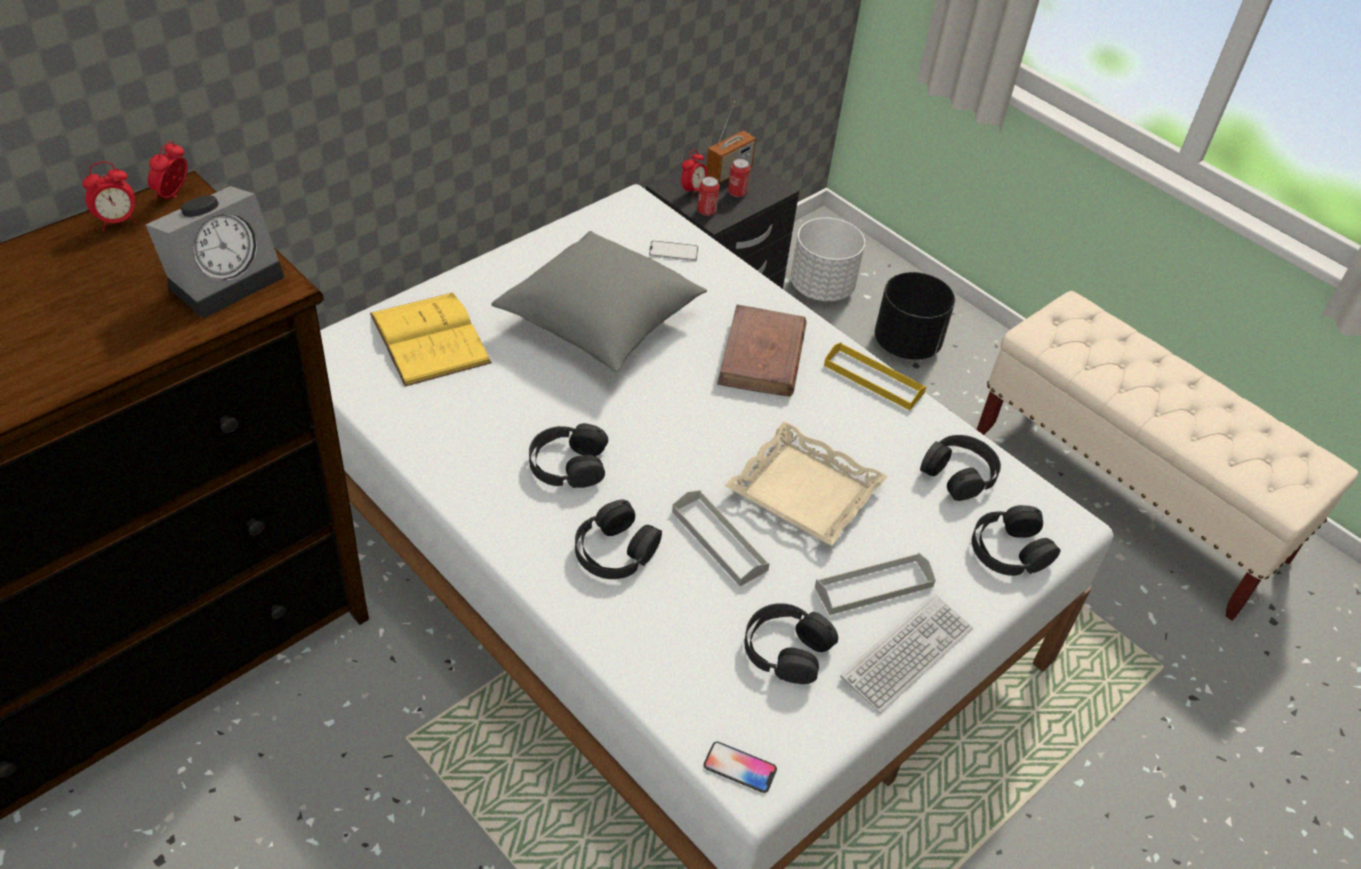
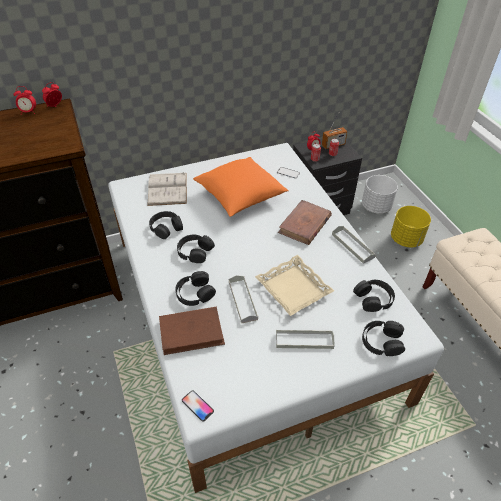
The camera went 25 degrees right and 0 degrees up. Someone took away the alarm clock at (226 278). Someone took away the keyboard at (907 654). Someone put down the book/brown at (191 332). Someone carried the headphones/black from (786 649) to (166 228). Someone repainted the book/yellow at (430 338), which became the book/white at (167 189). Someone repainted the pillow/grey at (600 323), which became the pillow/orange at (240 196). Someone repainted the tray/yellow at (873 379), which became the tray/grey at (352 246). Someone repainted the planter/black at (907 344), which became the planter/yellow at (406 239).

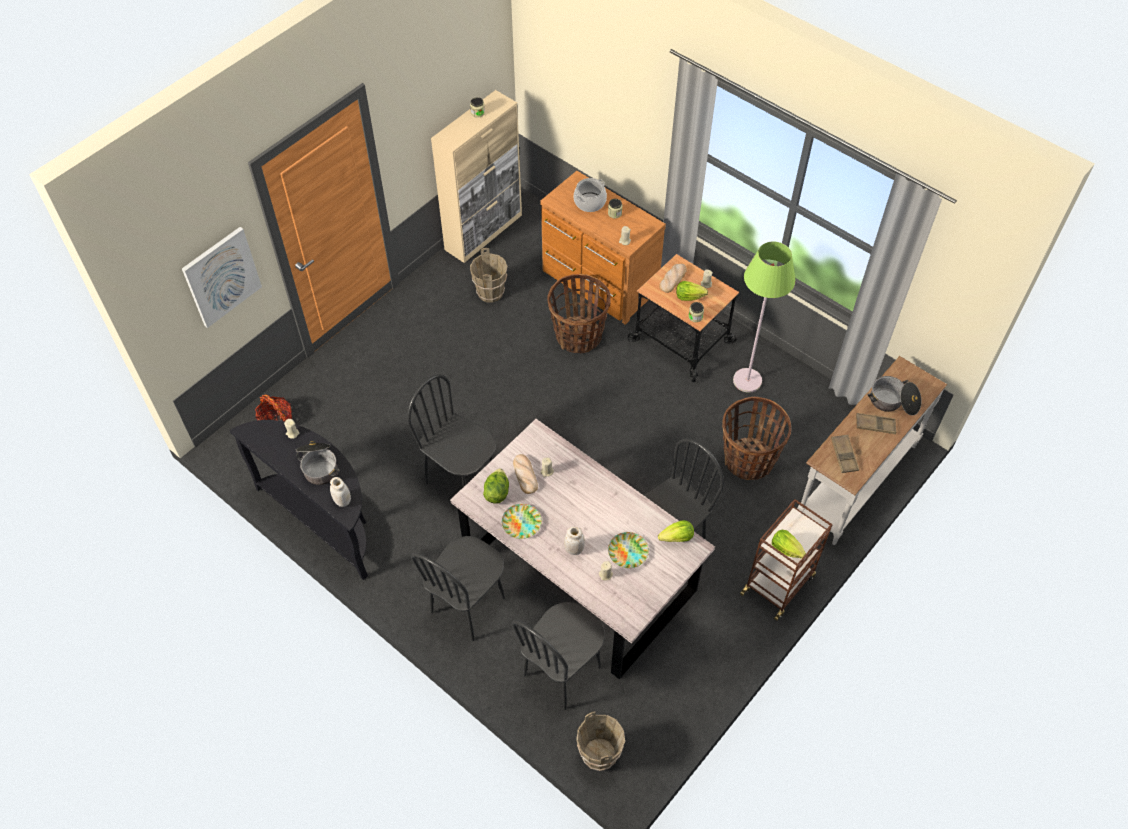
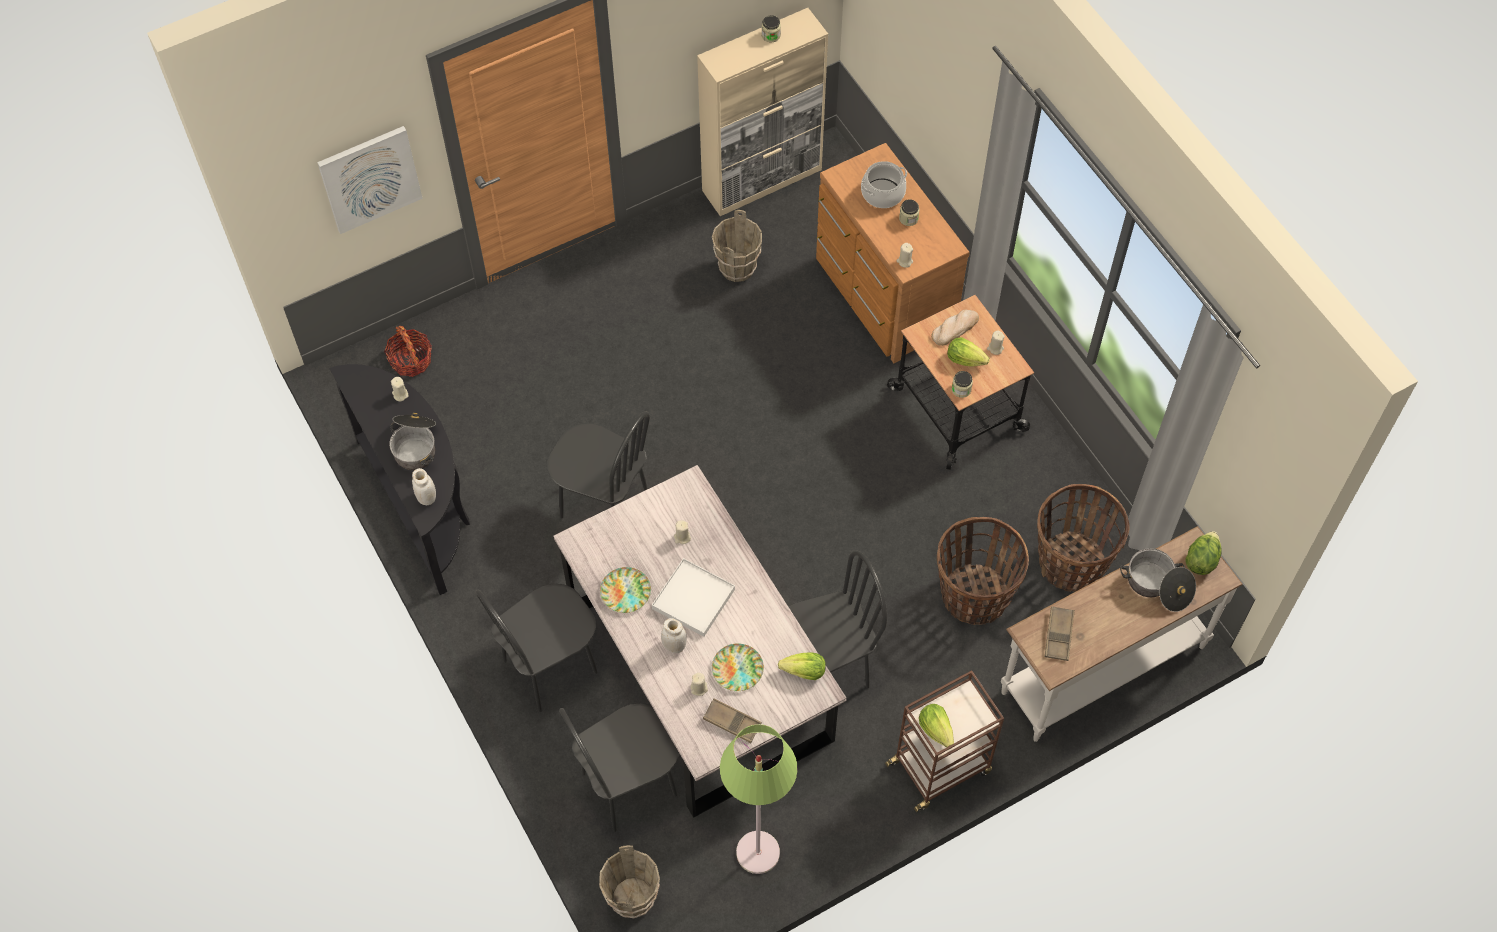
The camera went 20 degrees right and 5 degrees up. Someone took away the bread at (525 475). Someone put down the tray/white at (693 599). Someone carried the lettuce from (497 492) to (1201 560). Someone carried the basket from (578 336) to (1071 564). Someone carried the floor lamp/green from (747 381) to (758 853). Someone carried the tray/brown from (875 425) to (732 722). Someone rotated the chair/black at (461 479) by 150 degrees clockwise.

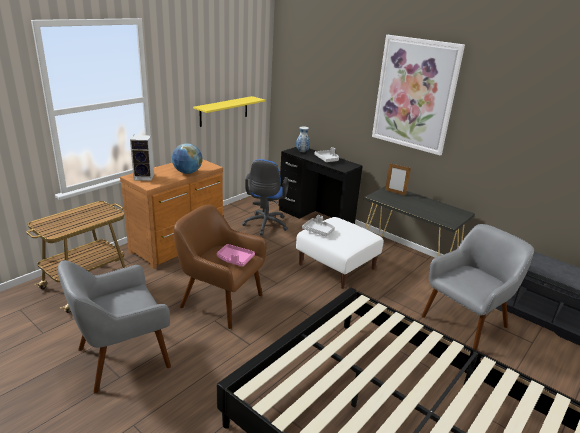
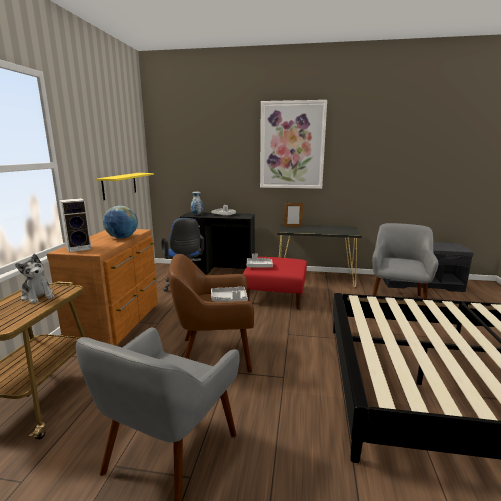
The camera went 30 degrees left and 10 degrees down. Someone put down the plush toy at (38 296). Someone repainted the tray/pink at (235 259), which became the tray/grey at (229 300). Someone repainted the ottoman/white at (337 266), which became the ottoman/red at (276 296).

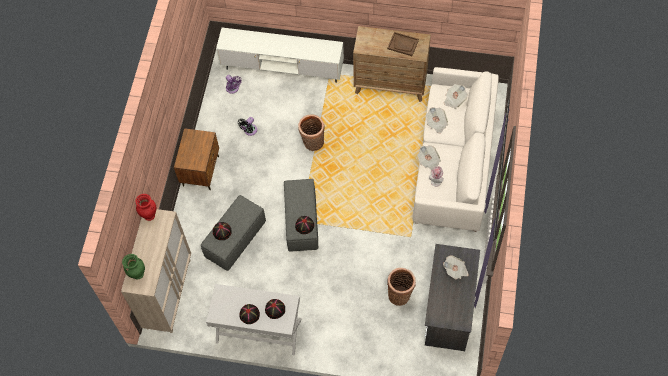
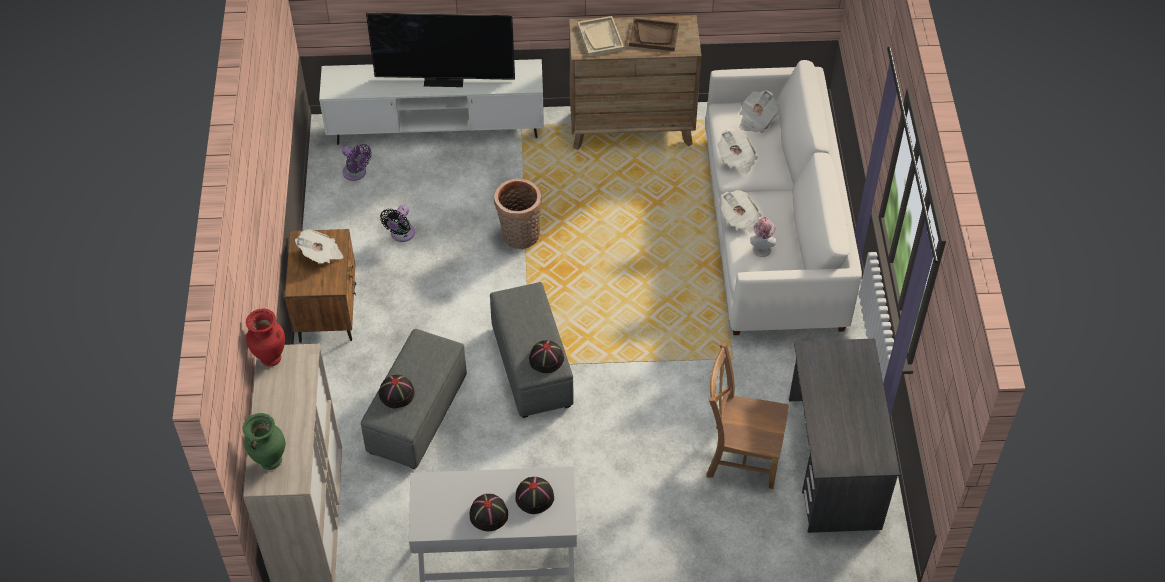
The camera went 15 degrees left and 10 degrees down. Someone put down the television at (444 79). Someone put down the tray/beige at (600 37). Someone carried the newspaper from (455 270) to (321 254). Someone swapped the basket at (400 294) for the chair/brown at (740 456).

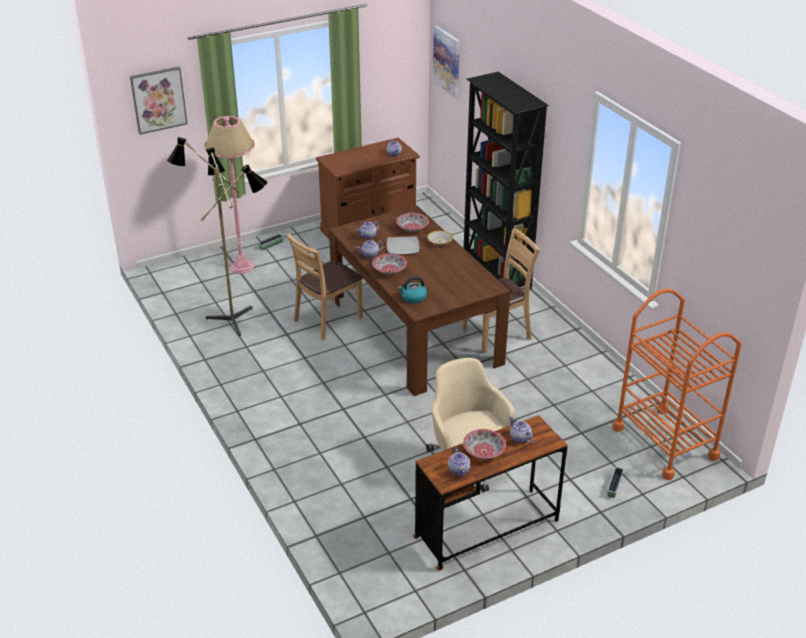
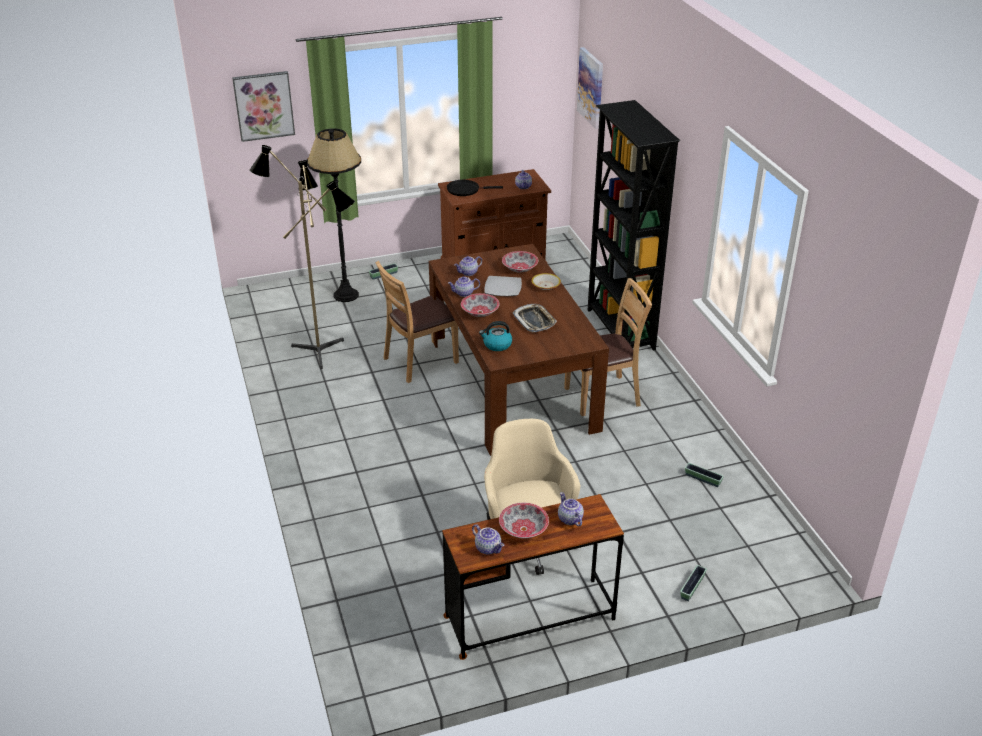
The camera went 10 degrees right and 0 degrees up. Someone took away the cart/orange at (665 442). Someone put down the frying pan/black at (465 190). Someone put down the tray at (534 321). Someone put down the planter at (702 479). Someone repainted the floor lamp/pink at (242 267), which became the floor lamp/black at (346 295). Someone rotated the teapot at (459 470) by 45 degrees counterclockwise.

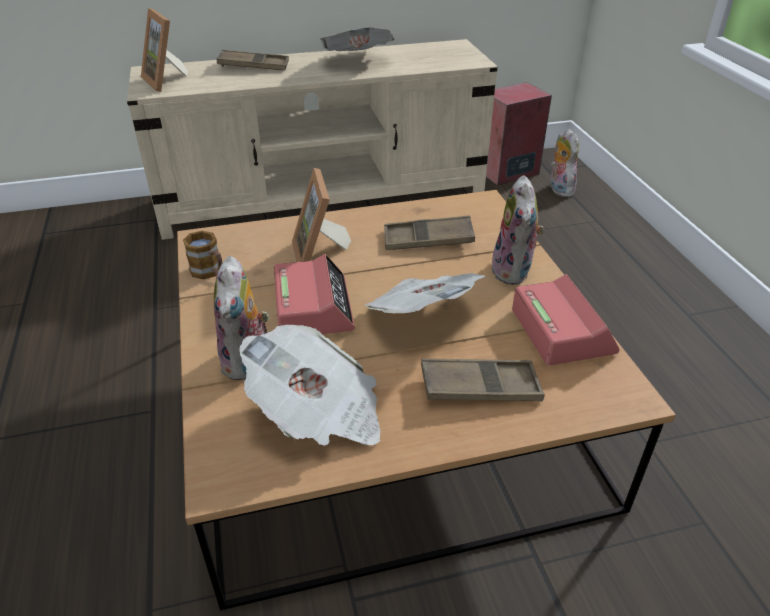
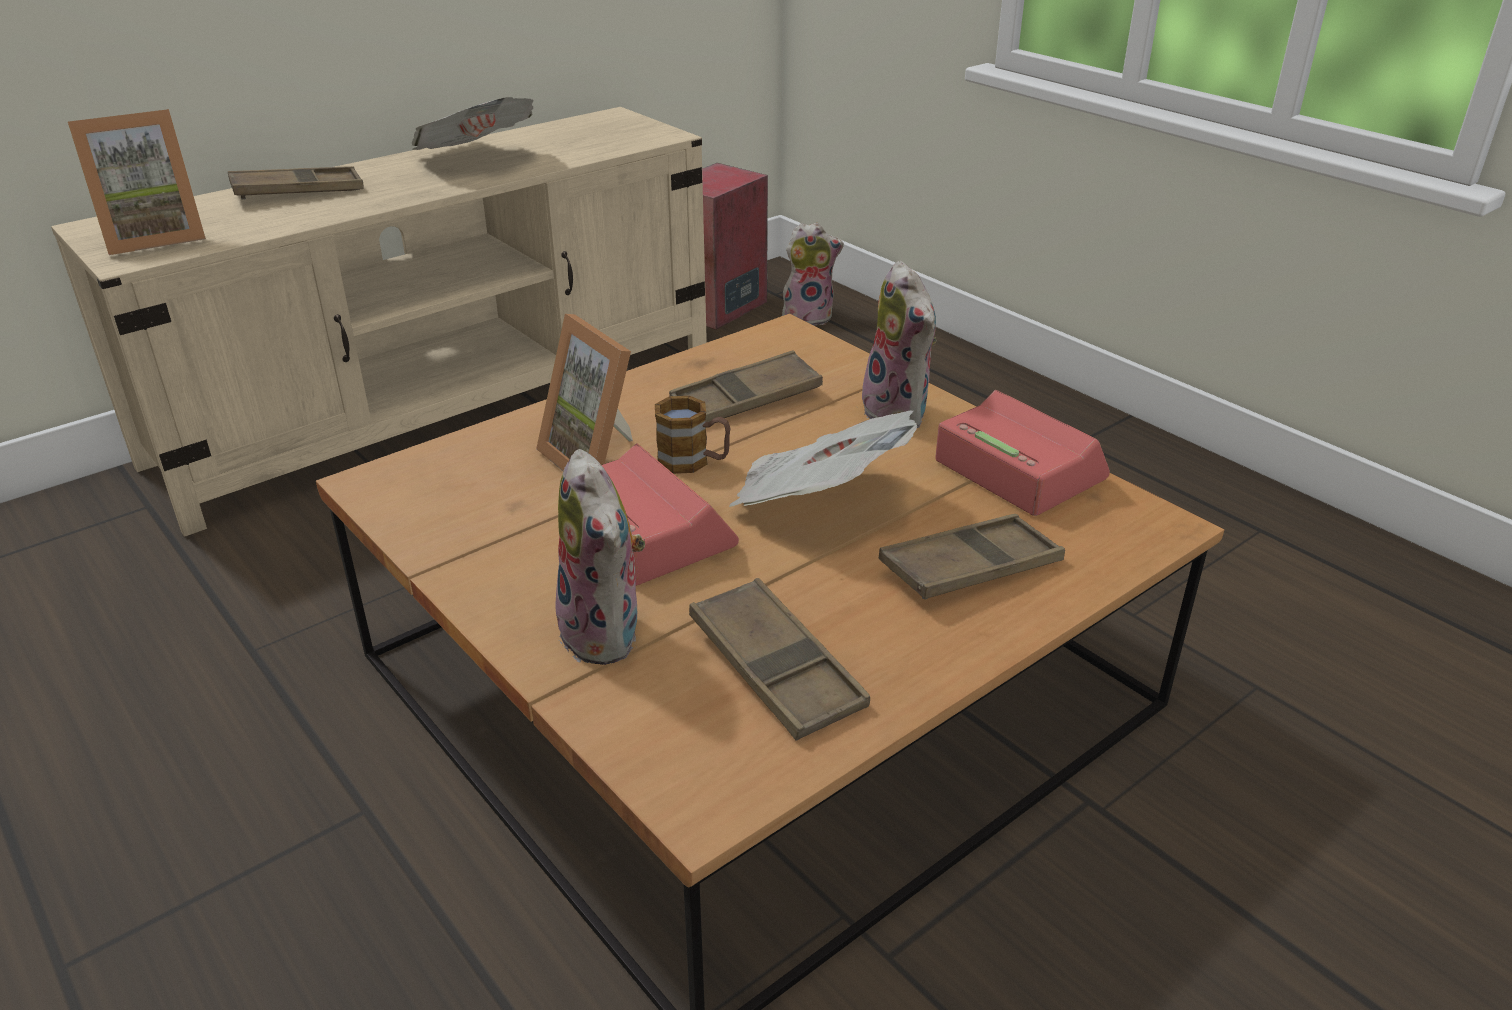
The camera went 25 degrees left and 5 degrees down. Someone carried the mug from (210 272) to (693 462). Someone swapped the newspaper at (318 413) for the tray/brown at (776 668). Someone rotated the picture frame at (167 81) by 60 degrees counterclockwise. Someone rotated the plush toy at (558 189) by 120 degrees clockwise.

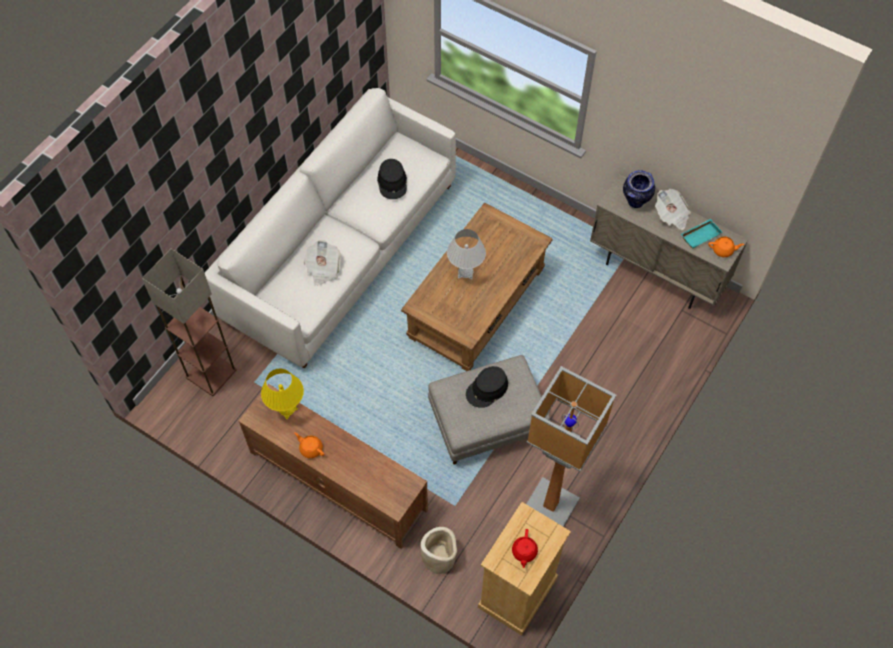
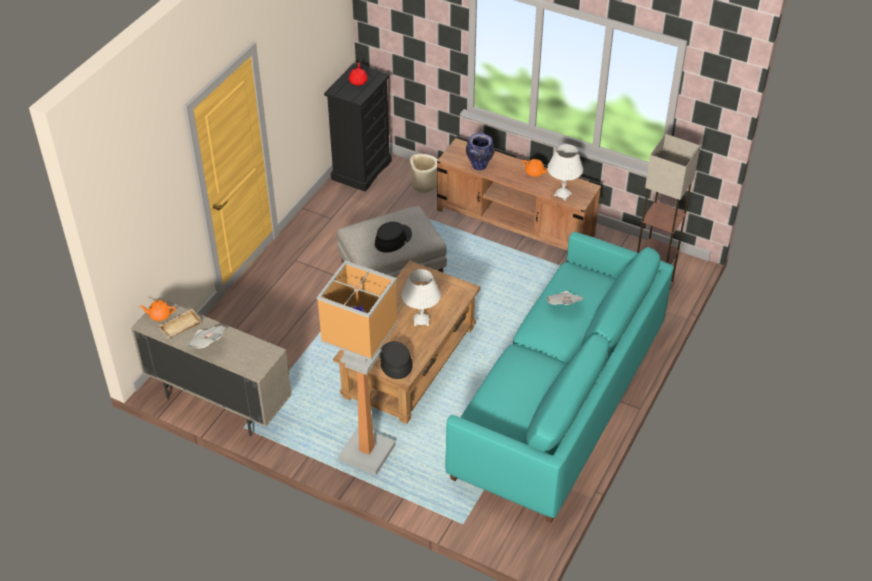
The camera went 175 degrees right and 15 degrees down. Someone carried the hat/black from (392 182) to (395 361). Someone carried the floor lamp from (551 506) to (365 453). Someone carried the vase from (635 202) to (479 165). Someone repainted the sofa/white at (341 250), which became the sofa/turquoise at (559 401). Someone repainted the table lamp/yellow at (287 409), which became the table lamp/white at (562 195). Someone repainted the dresser/beige at (517 593), which became the dresser/black at (361 170). Someone repainted the tray/turquoise at (700 235), which became the tray/beige at (180 327).

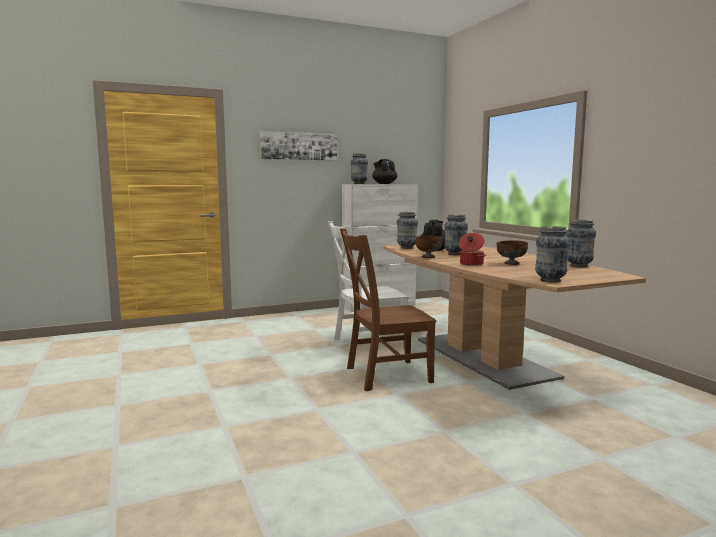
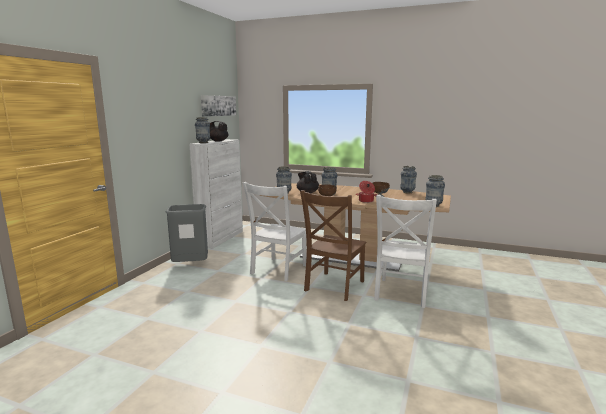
The camera went 45 degrees left and 5 degrees up. Someone put down the trash can/grey at (190 265). Someone put down the chair/white at (401 293). Someone carried the picture from (299 146) to (218 105).

